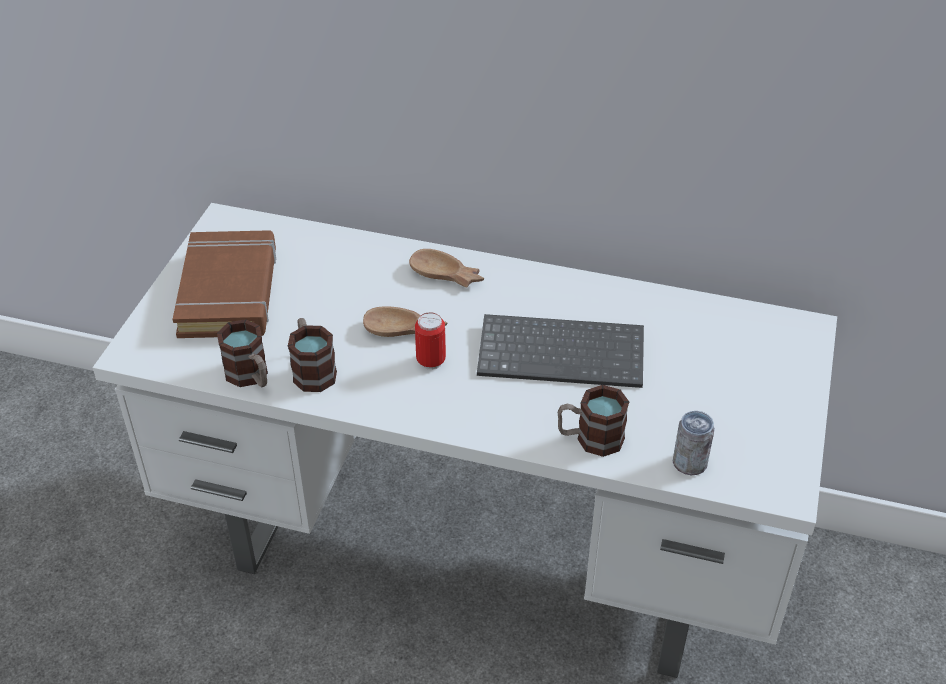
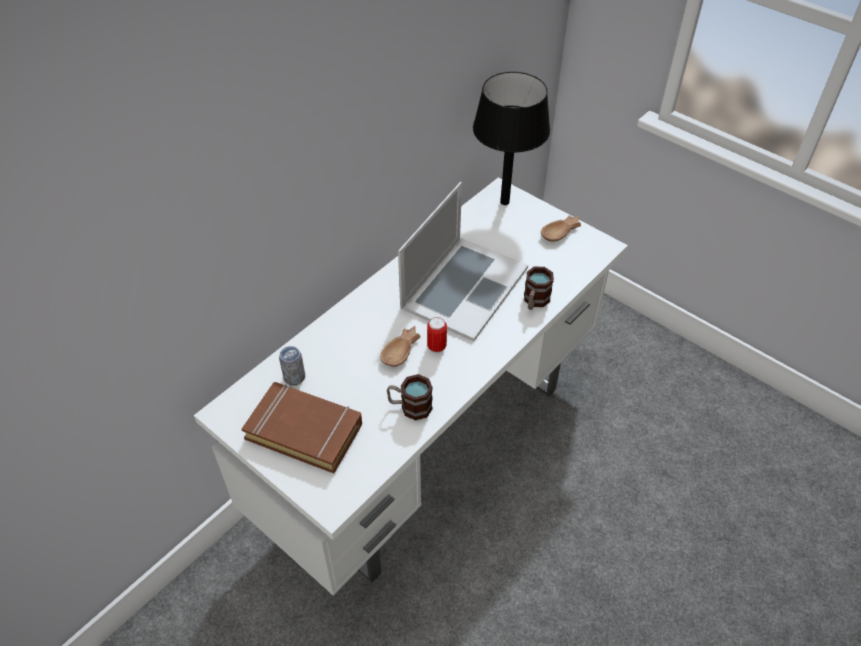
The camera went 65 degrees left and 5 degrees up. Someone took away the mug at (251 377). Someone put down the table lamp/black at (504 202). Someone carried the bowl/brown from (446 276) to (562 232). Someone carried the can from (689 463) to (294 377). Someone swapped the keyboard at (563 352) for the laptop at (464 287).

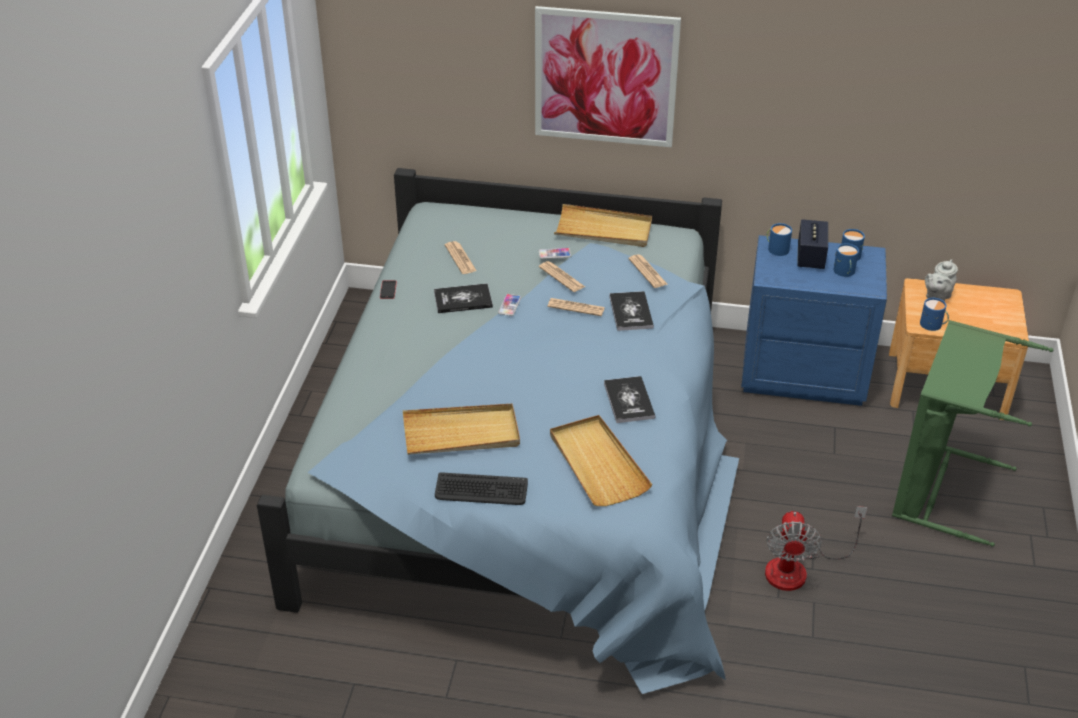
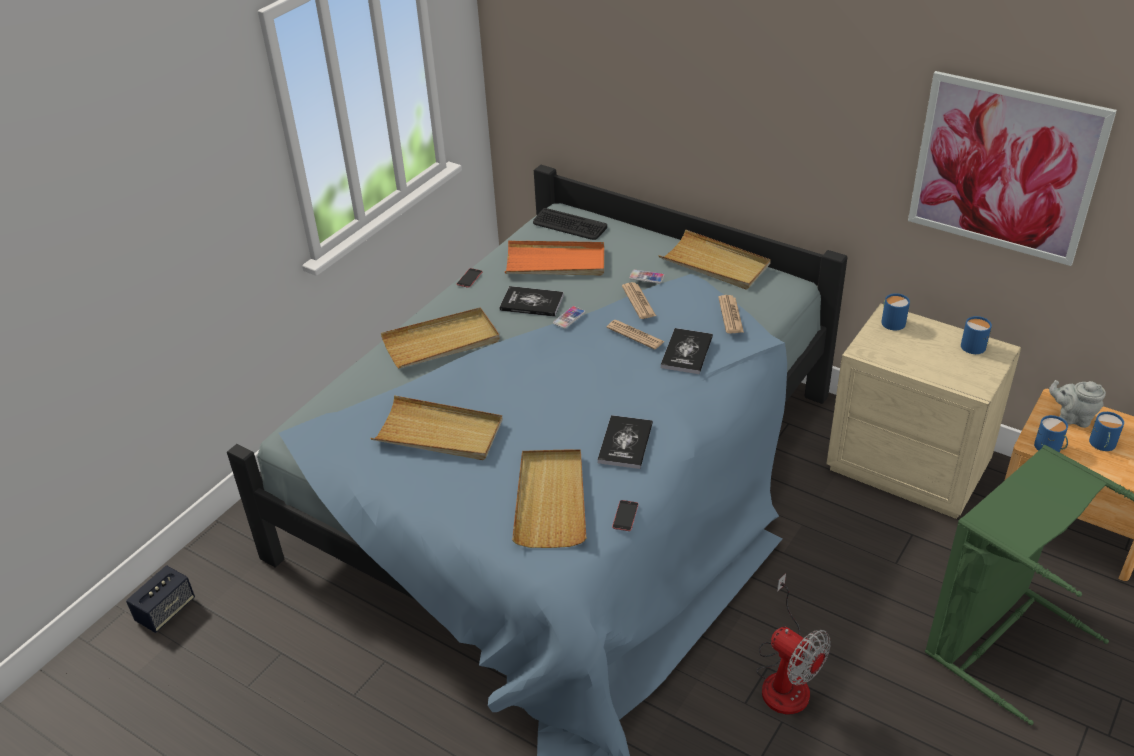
The camera went 25 degrees right and 0 degrees up. Someone put down the tray/beige at (441 342). Someone put down the phone at (625 516). Someone carried the keyboard from (481 490) to (569 225). Someone carried the picture from (605 77) to (1005 168). Someone carried the speaker from (810 257) to (166 611). Someone carried the mug/blue from (844 272) to (1102 444). Someone swapped the newspaper at (460 258) for the tray/orange at (555 262). Someone repainted the nightstand/blue at (803 373), which became the nightstand/beige at (908 466). Someone rotated the fan at (798 568) by 75 degrees counterclockwise. Someone rotated the teapot/grey at (936 297) by 45 degrees clockwise.

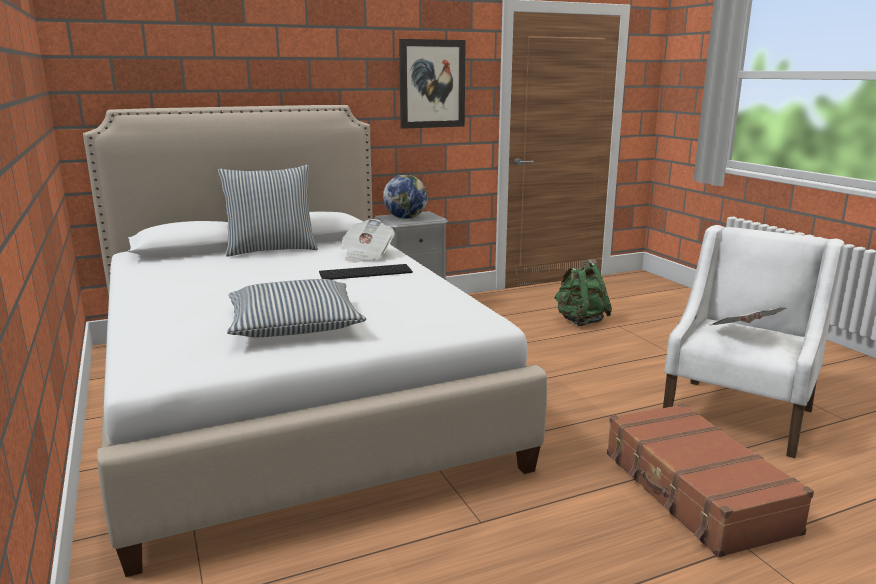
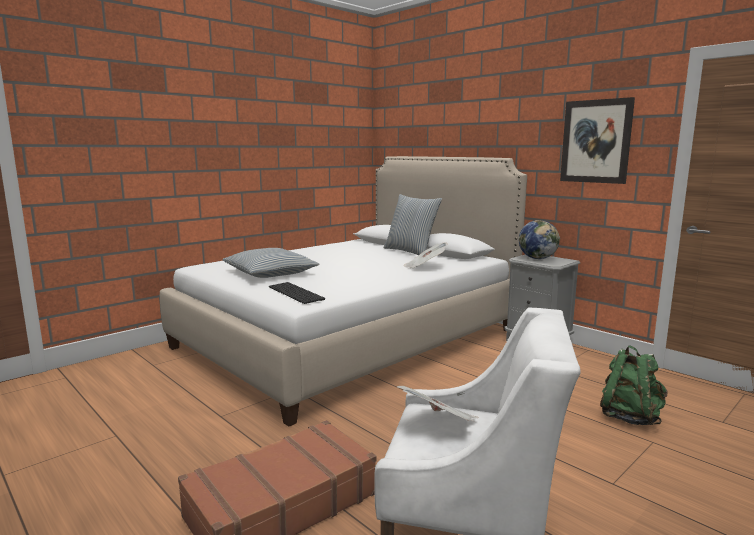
The camera went 70 degrees right and 5 degrees down. Someone carried the keyboard from (366 272) to (297 293).

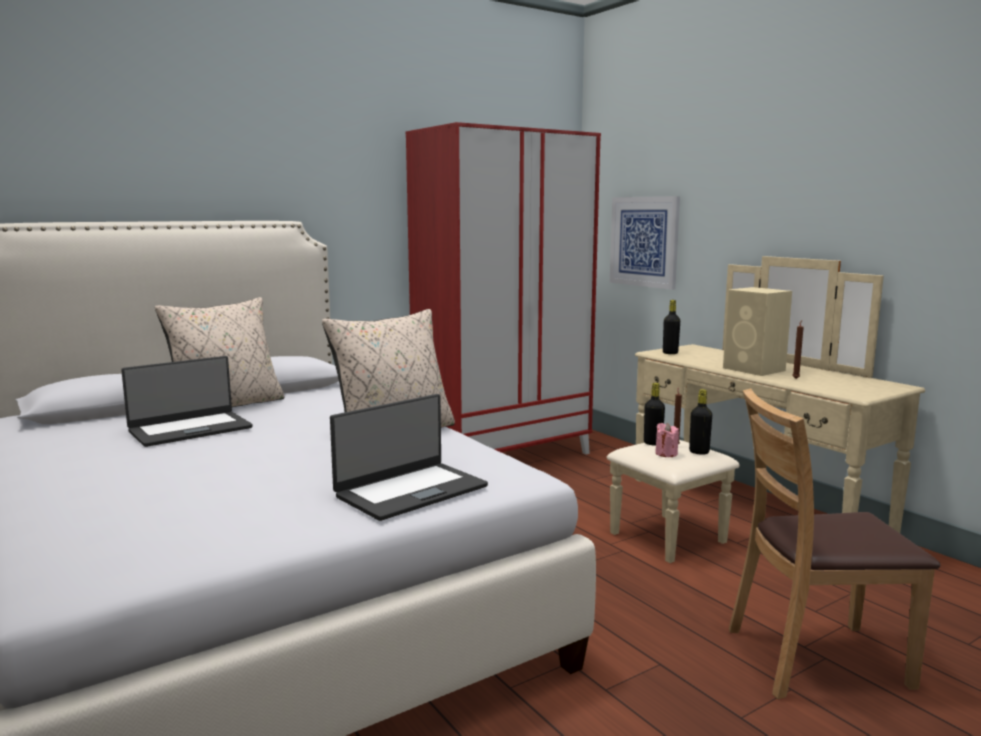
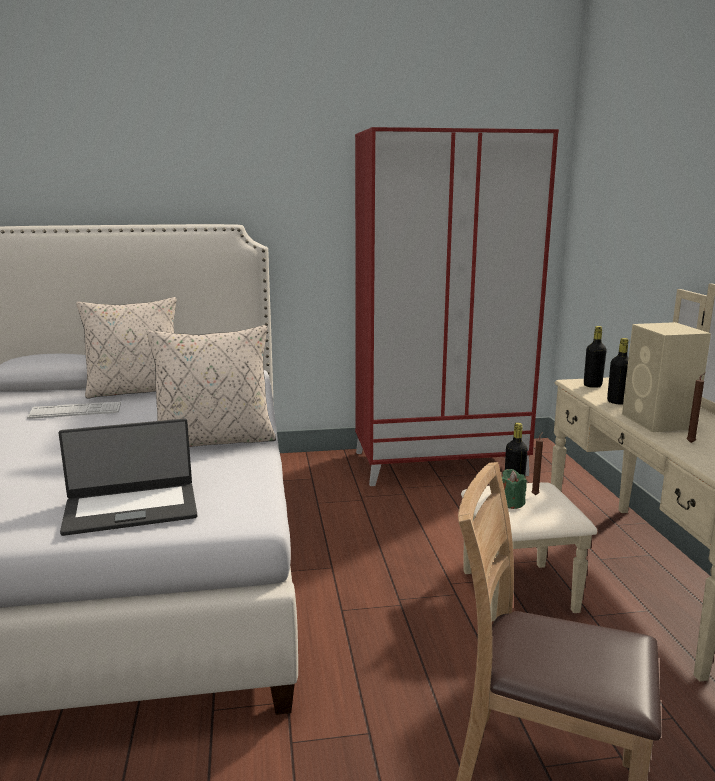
The camera went 25 degrees right and 5 degrees up. Someone took away the picture at (644 241). Someone carried the bottle/black from (699 452) to (617 402). Someone swapped the laptop at (190 429) for the keyboard at (75 411). Someone repainted the candle/pink at (666 453), which became the candle/green at (511 503).

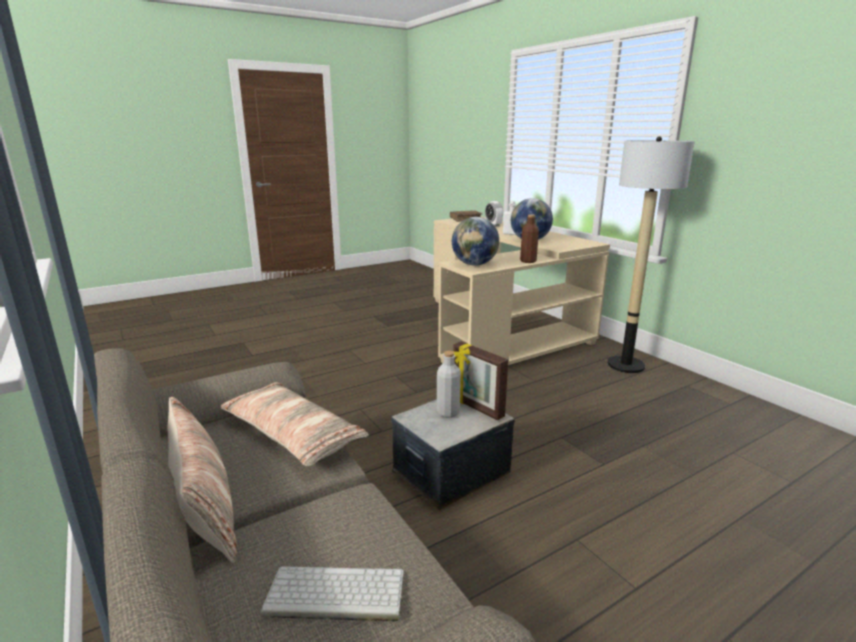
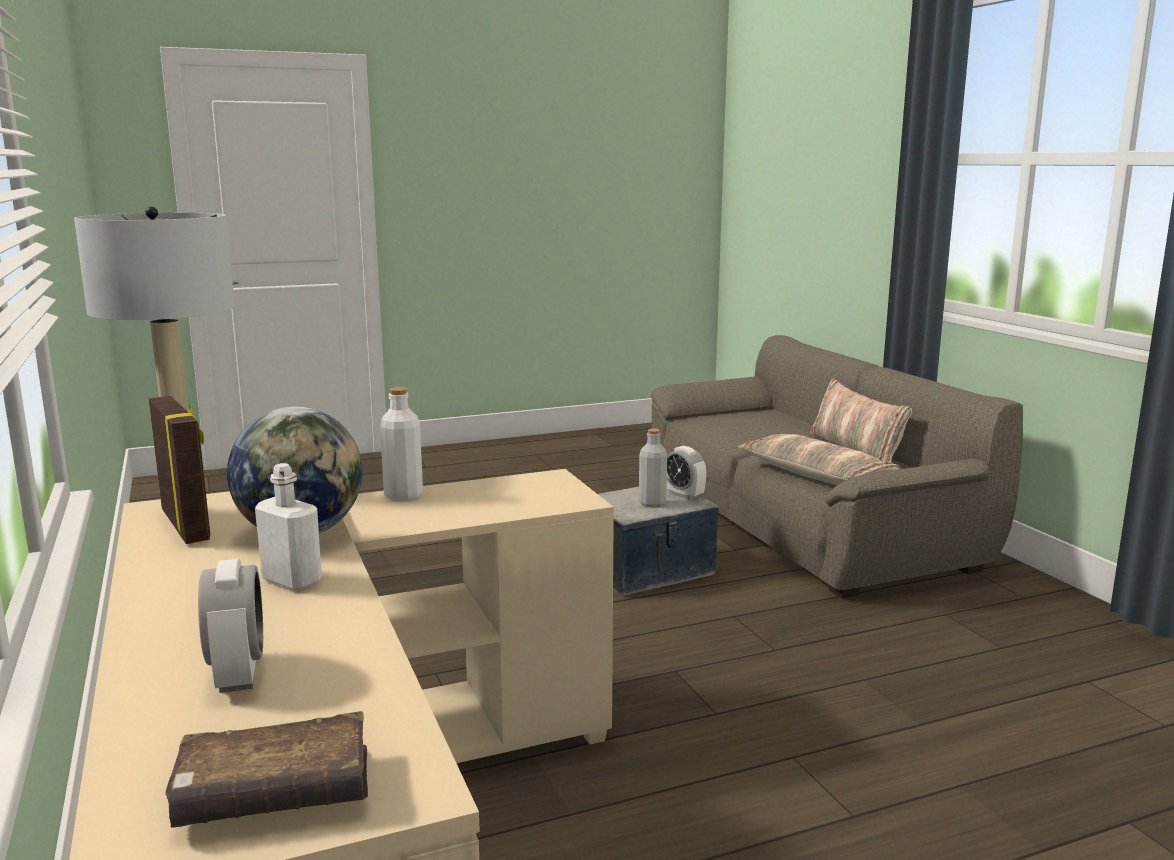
The camera went 170 degrees left and 5 degrees down. Someone took away the keyboard at (333 595). Someone took away the globe at (474 264). Someone put down the alarm clock at (683 495). Someone carried the picture frame from (477 408) to (187 525). Someone repainted the bottle/brown at (528 261), which became the bottle/white at (403 495).

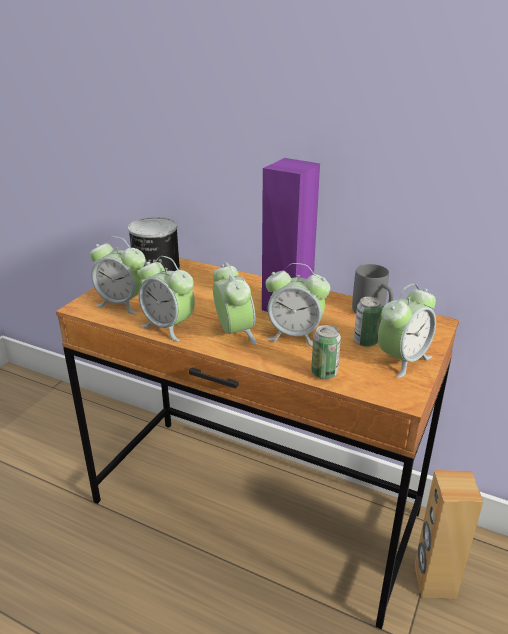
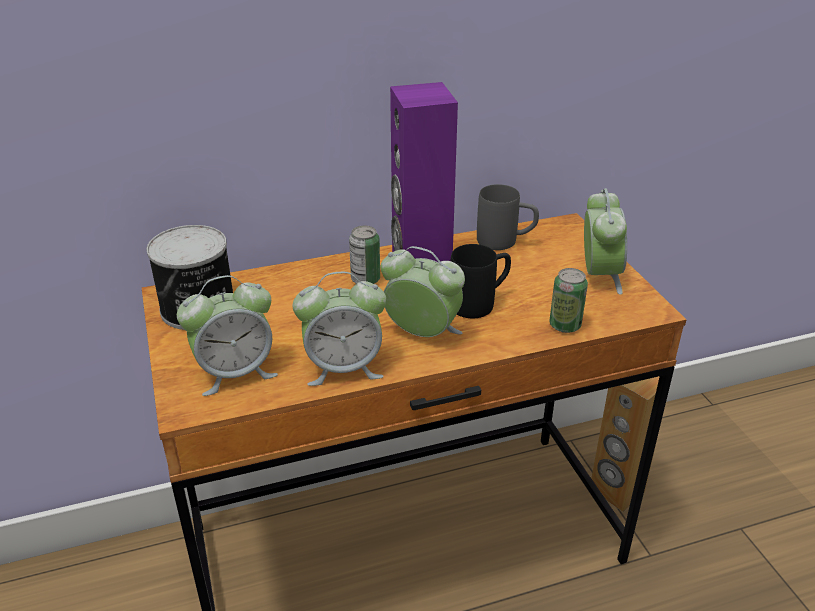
The camera went 45 degrees left and 5 degrees up. Someone carried the can from (365 341) to (365 280). Someone swapped the alarm clock at (295 335) for the mug/black at (480 302).

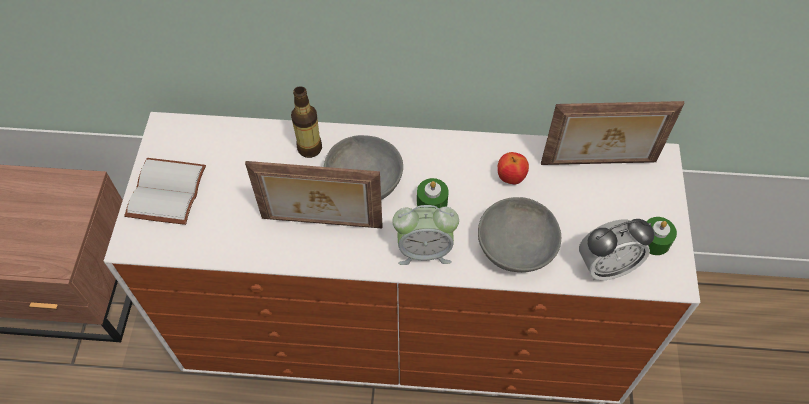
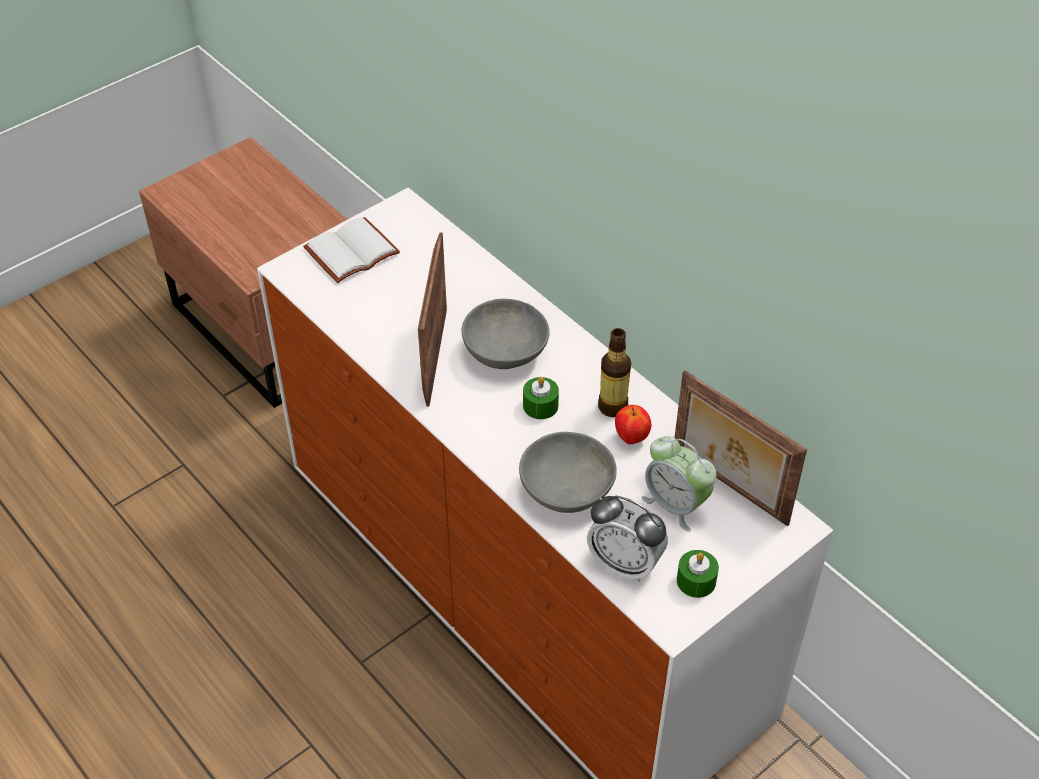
The camera went 45 degrees right and 10 degrees down. Someone carried the bottle from (309 148) to (612 407). Someone carried the alarm clock from (424 250) to (675 504). Someone rotated the picture frame at (321 224) by 45 degrees clockwise.

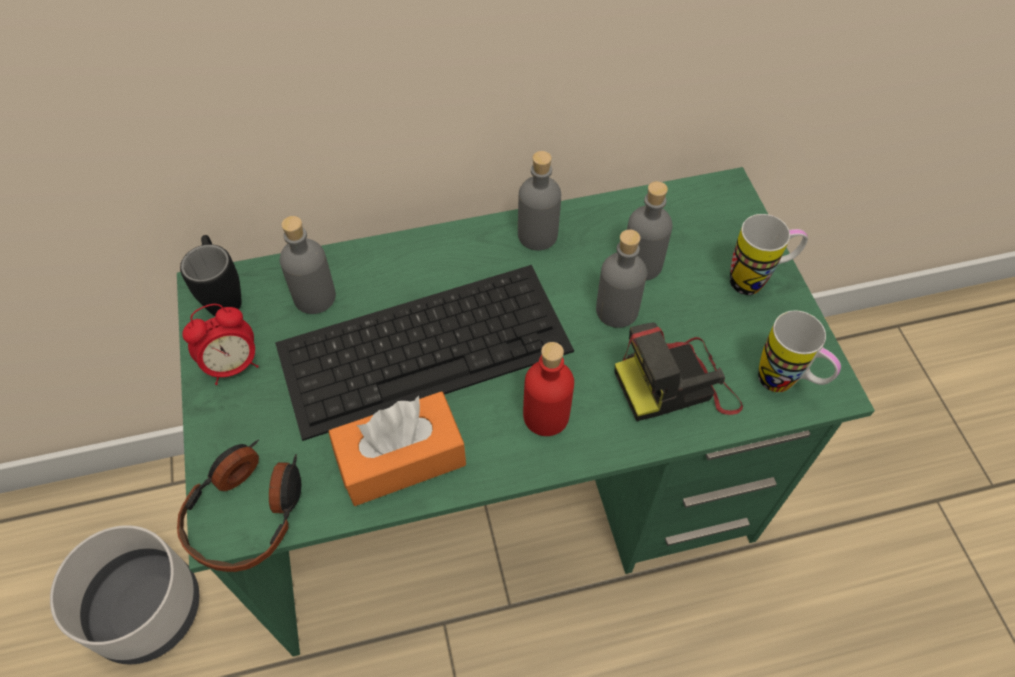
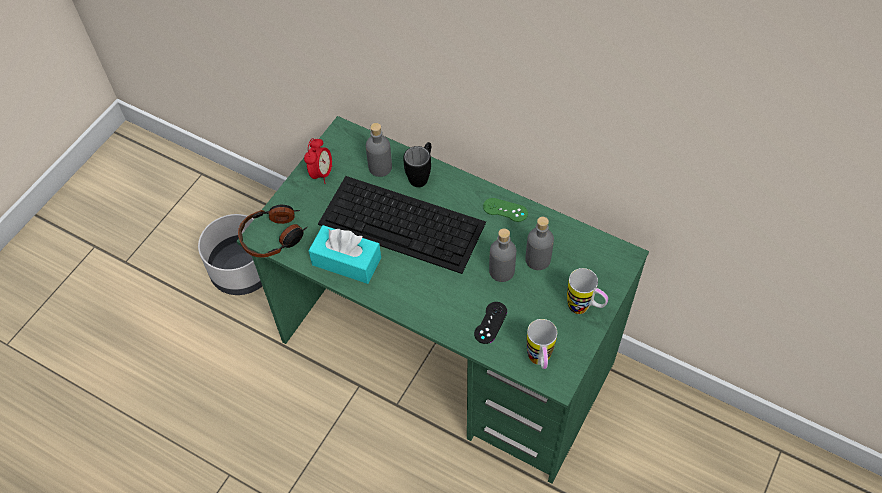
The camera went 45 degrees right and 0 degrees up. Someone took away the bottle/red at (546 416). Someone carried the mug/black from (224 295) to (421 175). Someone swapped the bottle/grey at (537 235) for the game controller/green at (505 210). Someone swapped the photo camera at (677 384) for the game controller/black at (490 322). Someone repainted the tissue box/orange at (401 459), which became the tissue box/turquoise at (346 261). Someone rotated the alarm clock at (233 365) by 90 degrees counterclockwise.

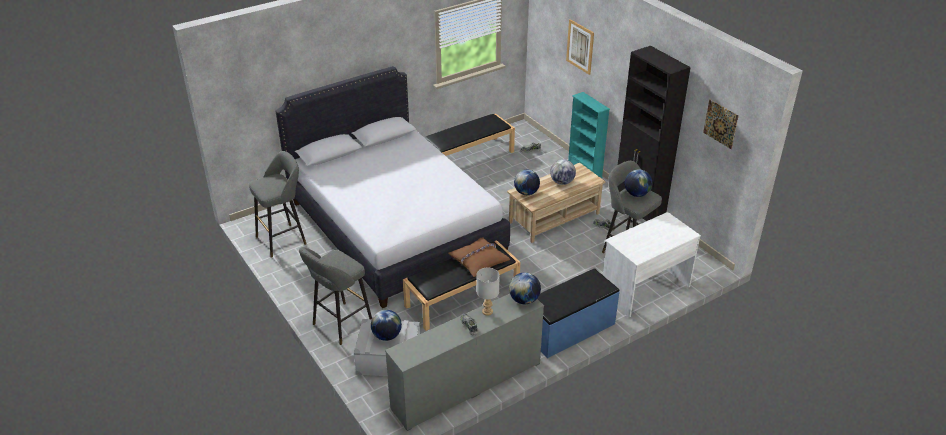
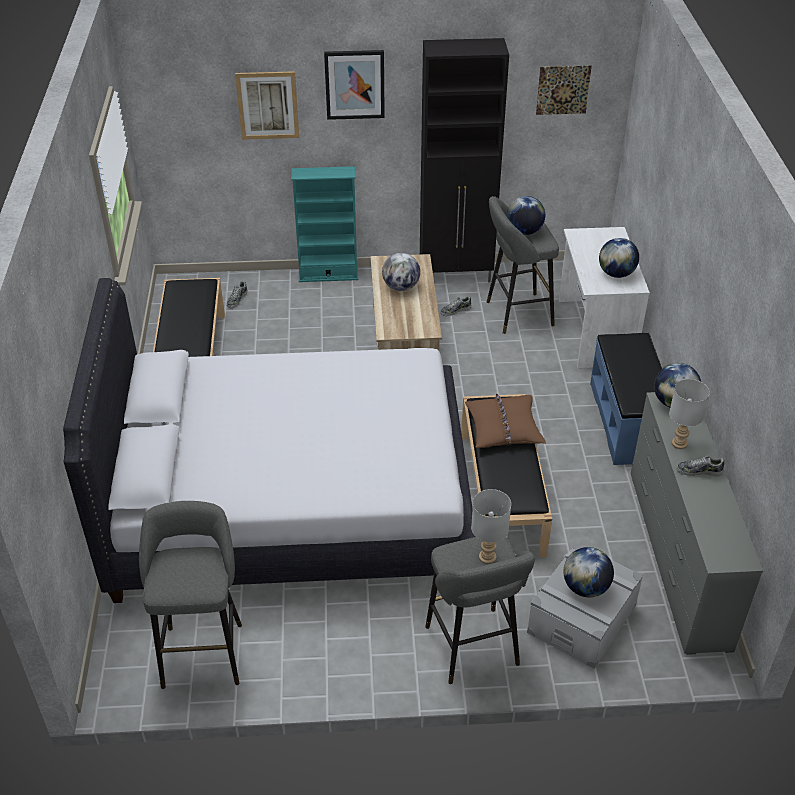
The camera went 60 degrees left and 5 degrees up. Someone put up the picture at (354 84). Someone put down the table lamp/grey at (487 556). Someone carried the globe from (526 193) to (616 274).

